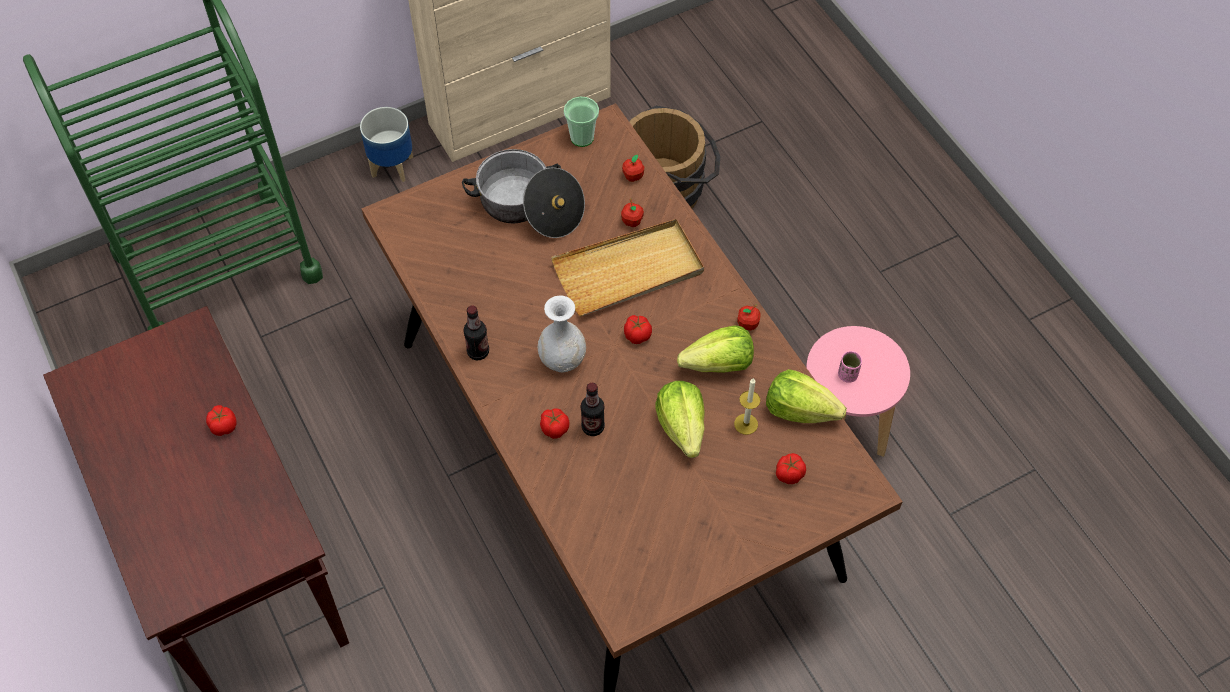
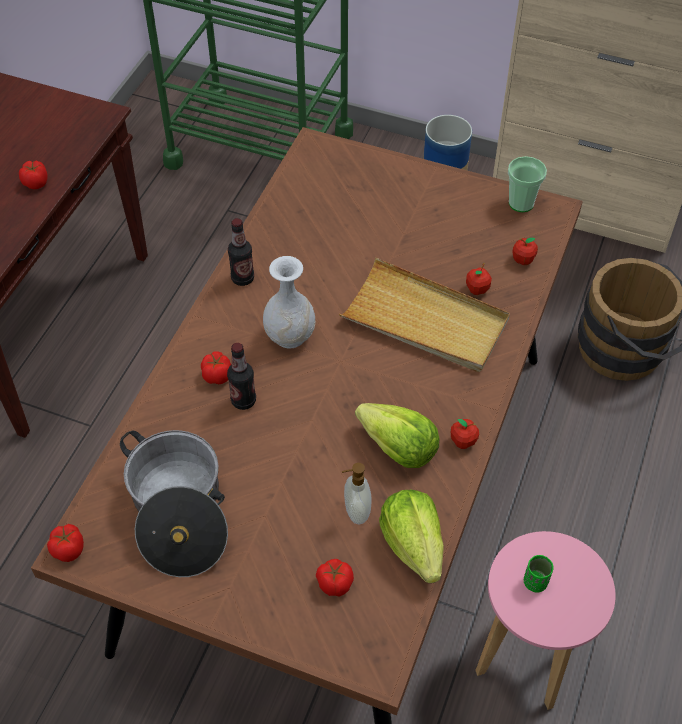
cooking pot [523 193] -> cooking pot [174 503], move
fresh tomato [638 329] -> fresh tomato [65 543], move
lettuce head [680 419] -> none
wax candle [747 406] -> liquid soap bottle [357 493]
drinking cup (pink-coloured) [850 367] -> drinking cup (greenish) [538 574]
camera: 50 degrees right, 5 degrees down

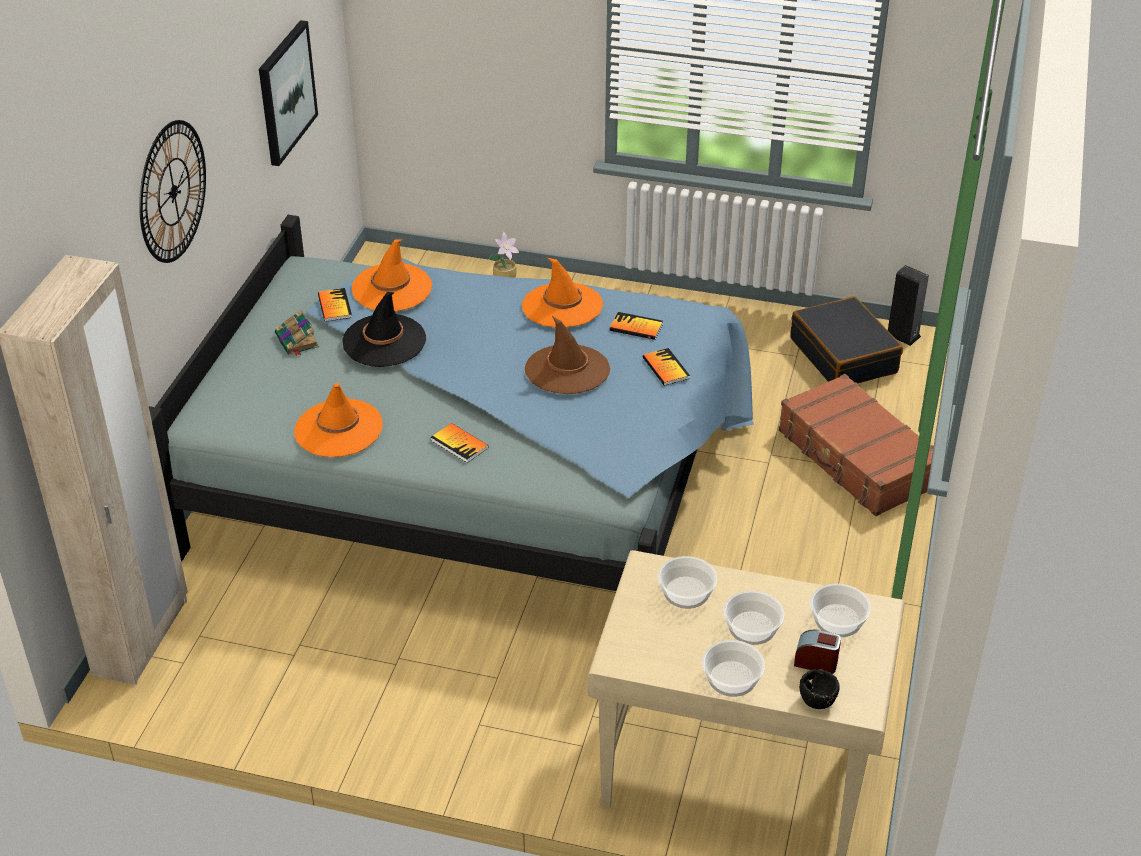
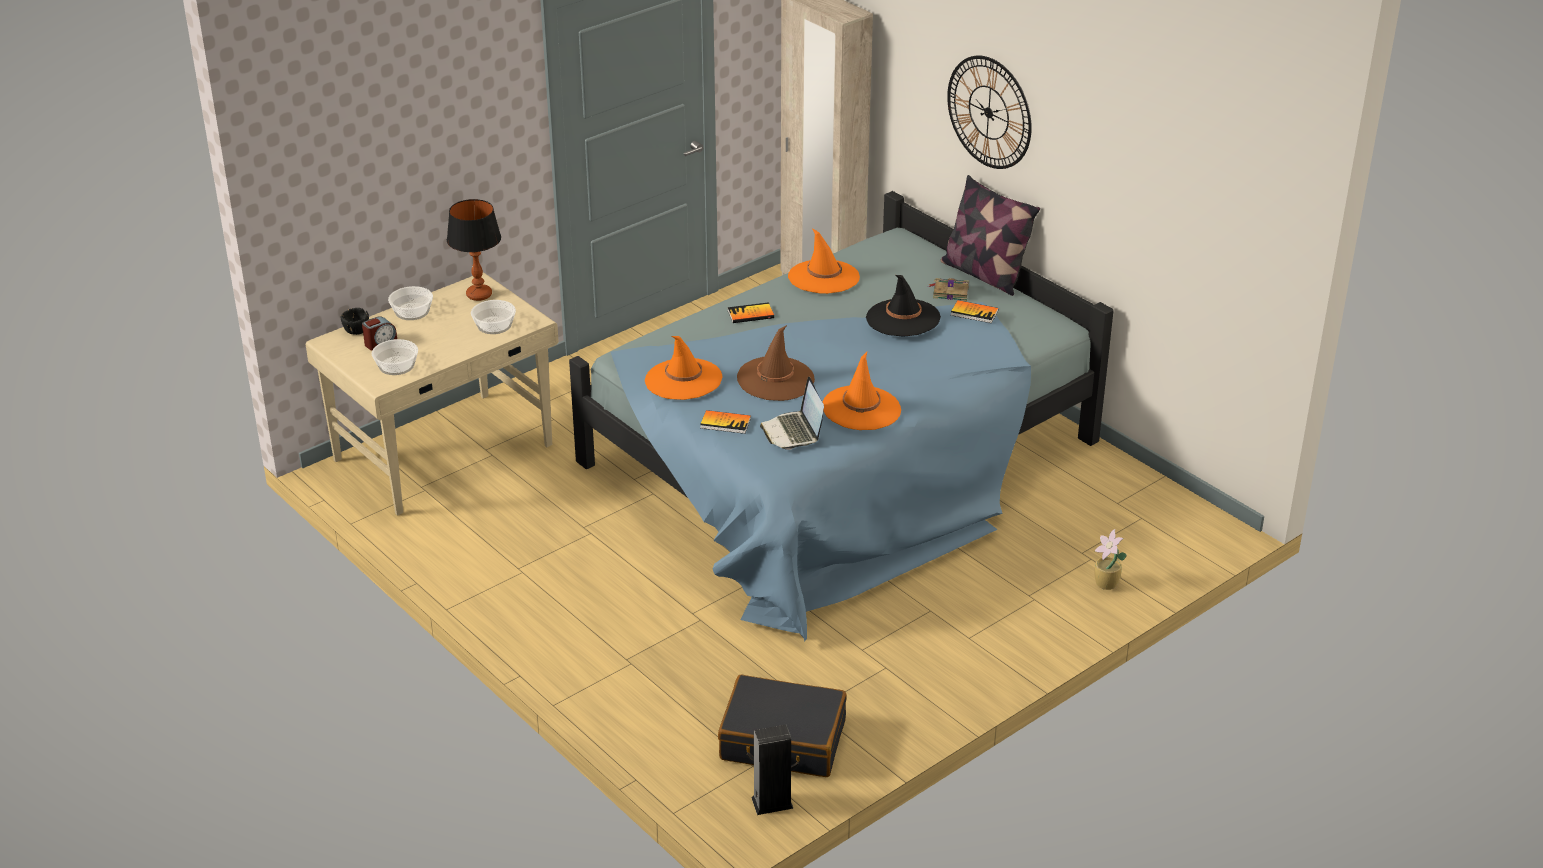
wall picture [288 93] -> none
hat (orange) [392 276] -> hat (orange) [684 368], move
book [636 326] -> notebook computer [792 413]
deep dish [754 618] -> none
suitcase (brown) [856 445] -> none
none -> table lamp [474 250]
none -> throw pillow [990 235]
camera: 125 degrees right, 5 degrees down

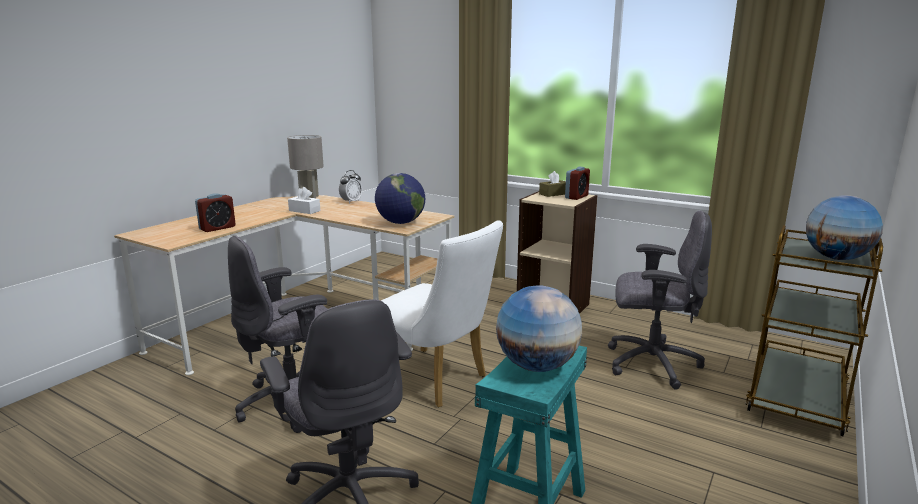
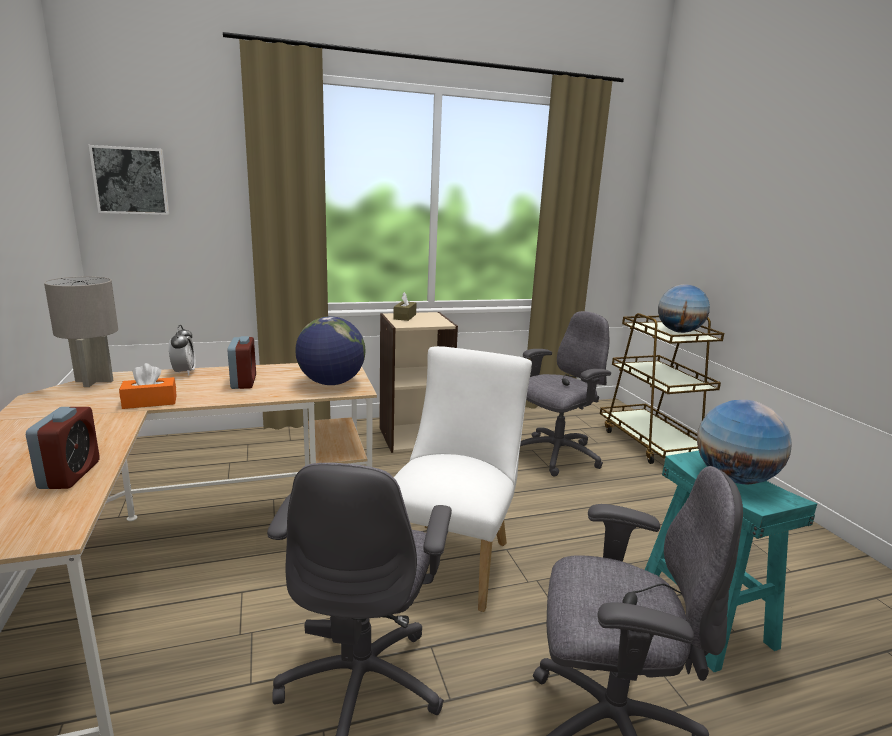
tissue box (white-coloured) [304 200] -> tissue box (orange) [148 386]
chair (white-coloured) [442 314] -> chair (white-coloured) [463 479], 60 degrees counterclockwise
table clock [577 183] -> table clock [242 362], move
none -> wall picture [129 180]
camera: 50 degrees left, 0 degrees up

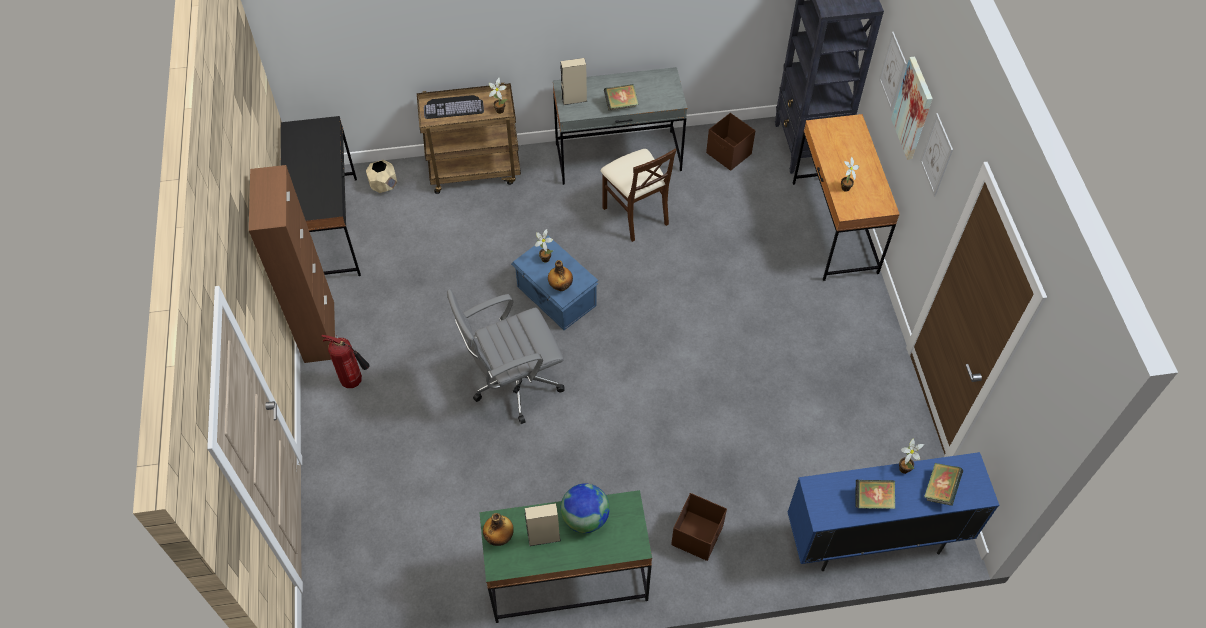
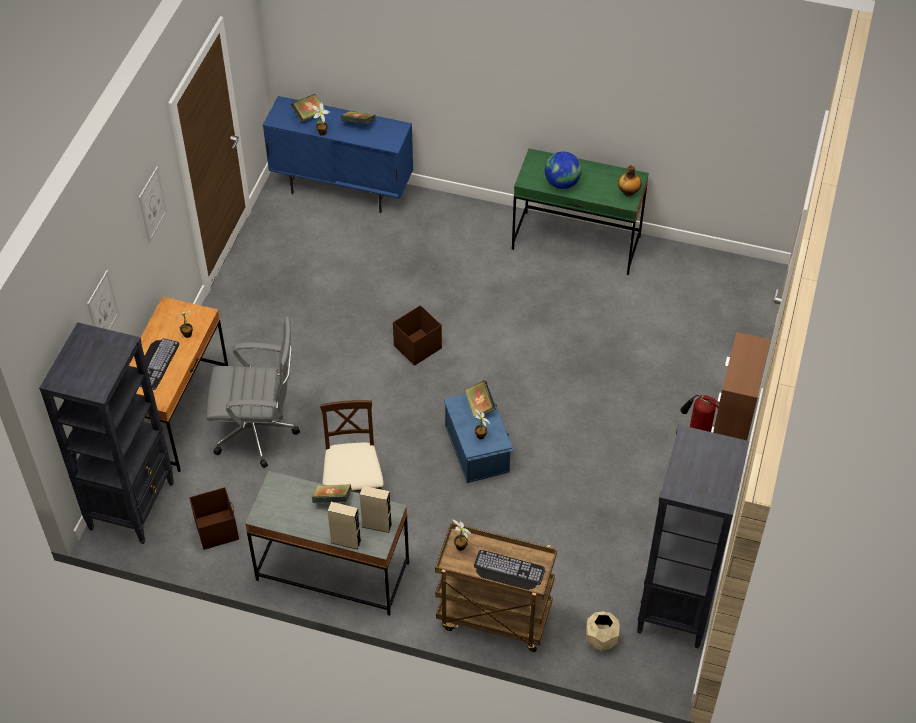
desk unit (black-coloured) [321 196] -> bookshelf (black-coloured) [693 536]
computer chair (grey) [506 356] -> computer chair (grey) [253 392], move
audio speaker (beige) [543 524] -> audio speaker (beige) [344 526], move
drink bottle [560 275] -> book [480 400]
storage bin (brown) [699 527] -> storage bin (brown) [417 335], move
wall picture [912 108] -> none
none -> keyboard [159 364]
camera: 155 degrees left, 5 degrees down

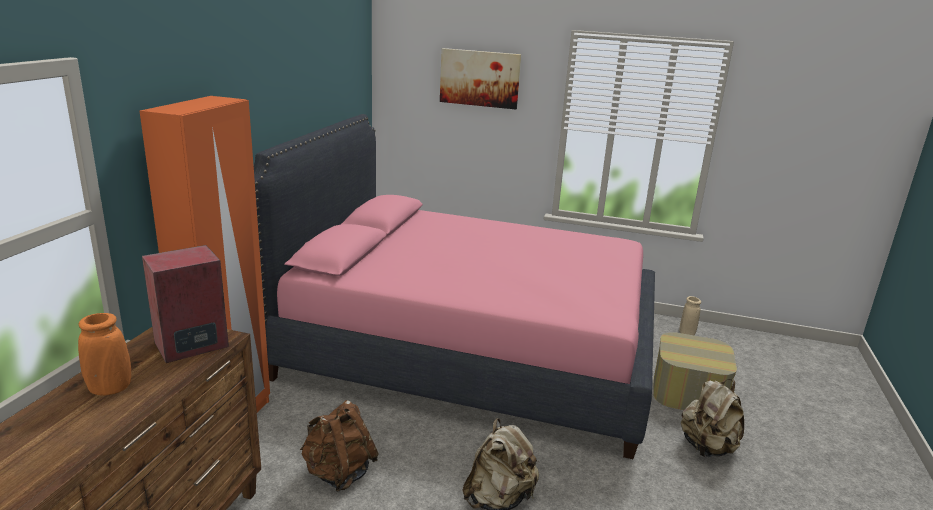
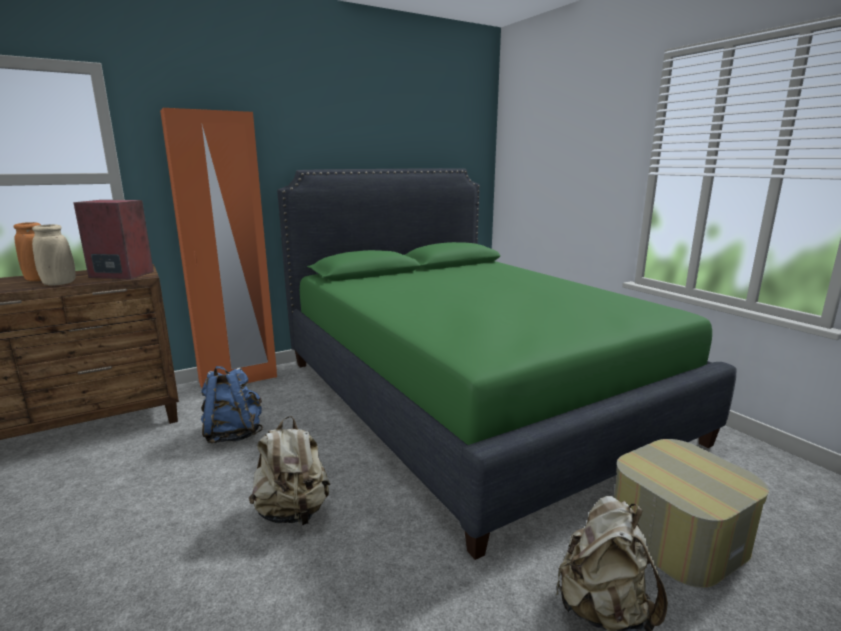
bed (pink-coloured) [454 286] -> bed (greenish) [507 364]
rucksack (brown) [339 446] -> rucksack (blue-coloured) [232 404]
wall picture [480 78] -> none
decorative vase (beige) [690 315] -> decorative vase (beige) [54 255], move
camera: 45 degrees right, 5 degrees down

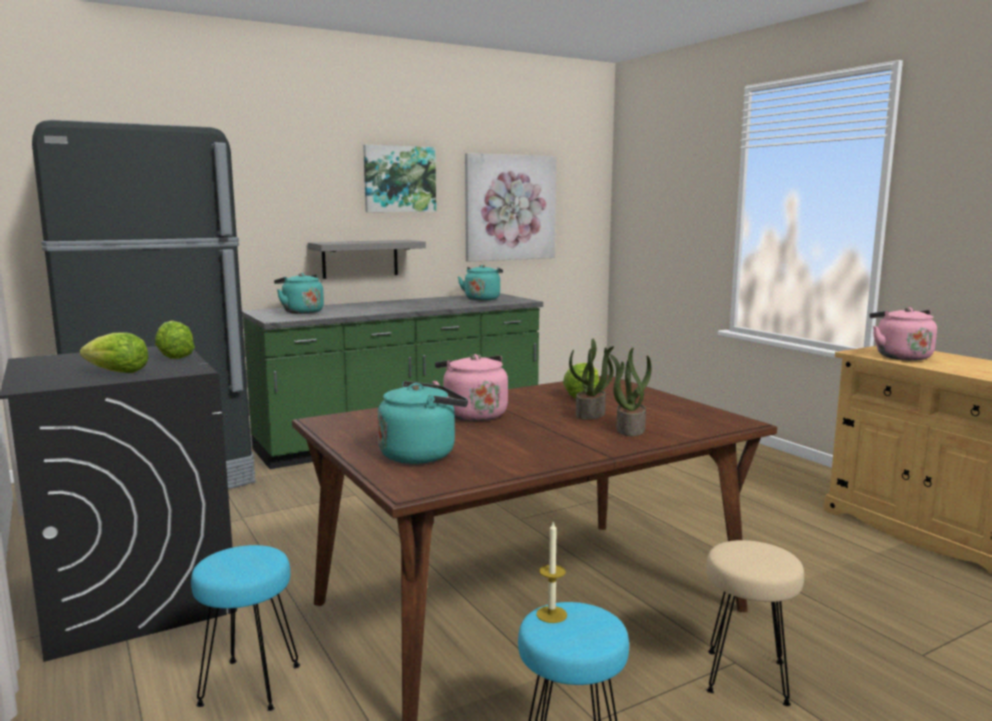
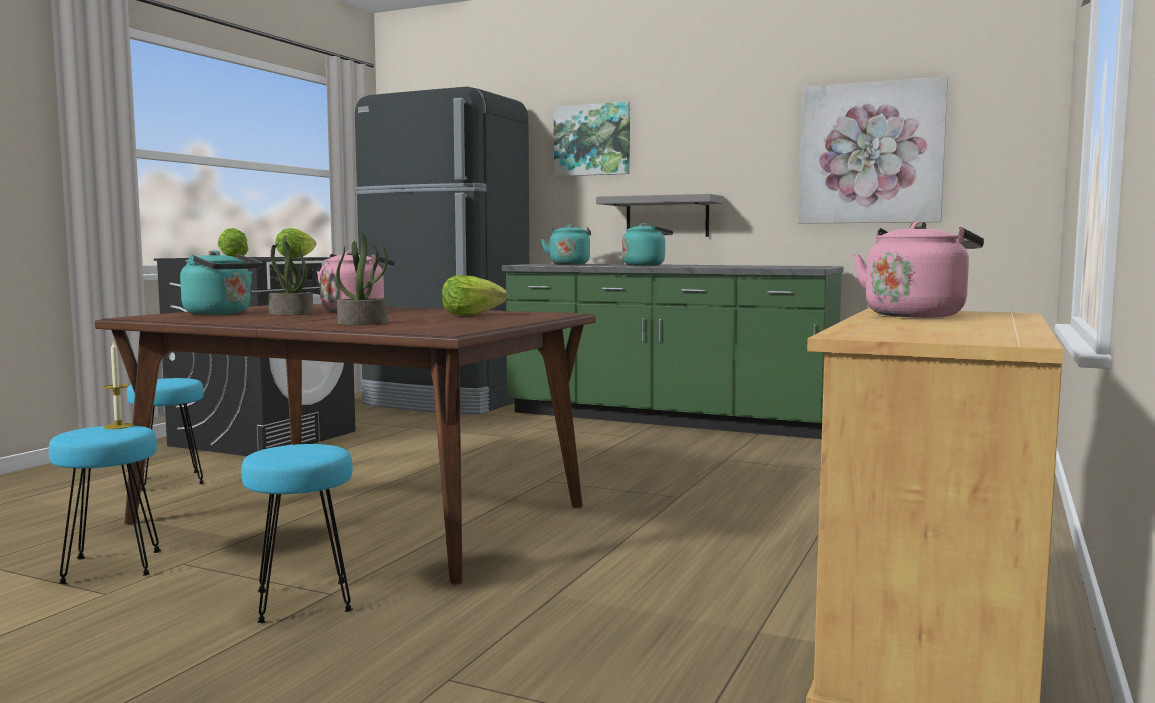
wall picture [399 178] -> wall picture [592 139], move
water kettle (blue-green) [480 283] -> water kettle (blue-green) [647 244], move
plant in a pot [591 379] -> plant in a pot [290 275], move
stool (beige) [755 623] -> stool (blue-green) [297 533]
camera: 55 degrees right, 5 degrees down

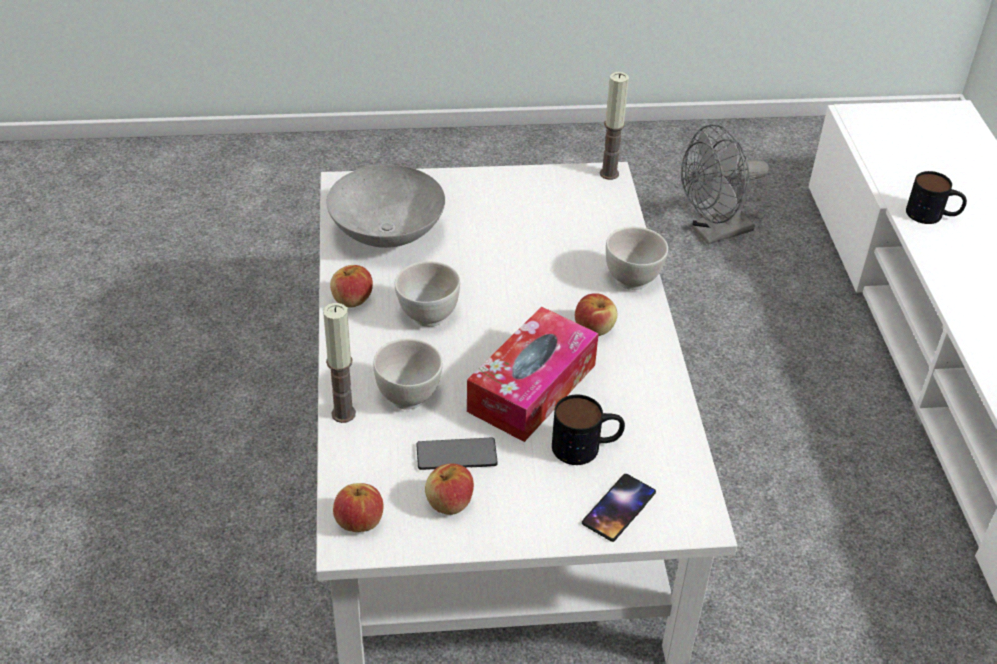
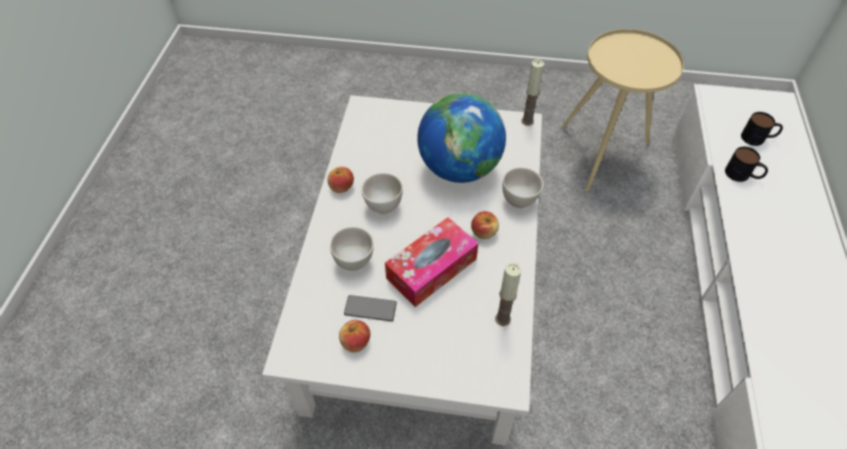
wax candle [339 363] -> wax candle [508 294], move
deep dish (grey) [385 206] -> none
whole apple [358 507] -> none
tea mug [588 430] -> tea mug [762 129], move
handset [619 508] -> none
fan (grey) [725 184] -> side table (beige) [622 110]
none -> world globe [461 138]
camera: 15 degrees right, 10 degrees up

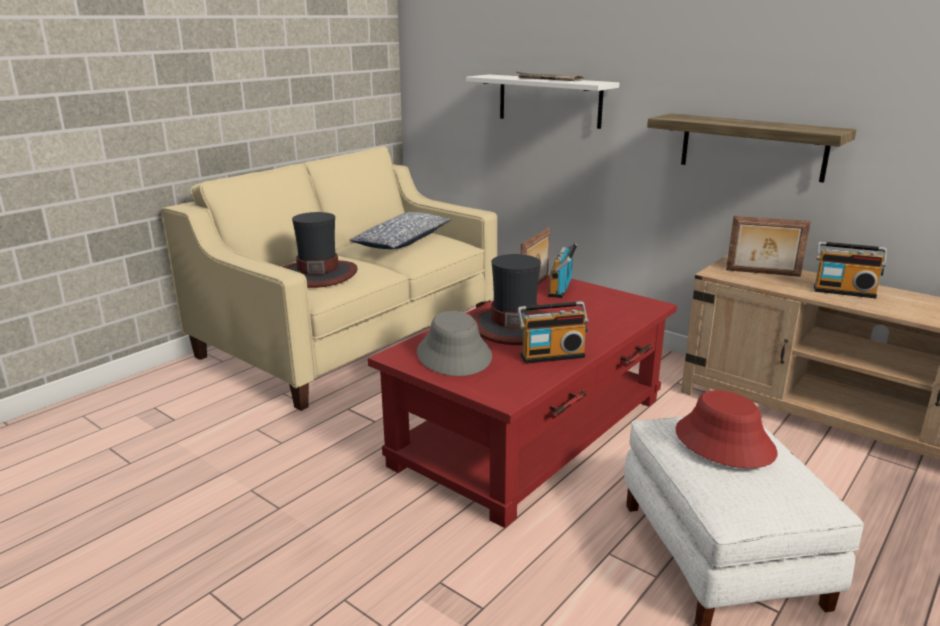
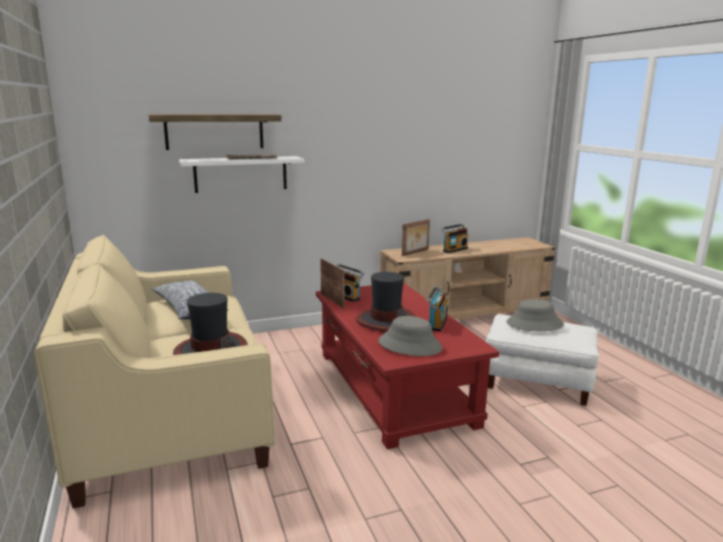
wall shelf [751 148] -> wall shelf [215 132], move
hat (reddish) [727 429] -> hat (grey) [535 315]
camera: 60 degrees left, 5 degrees down

